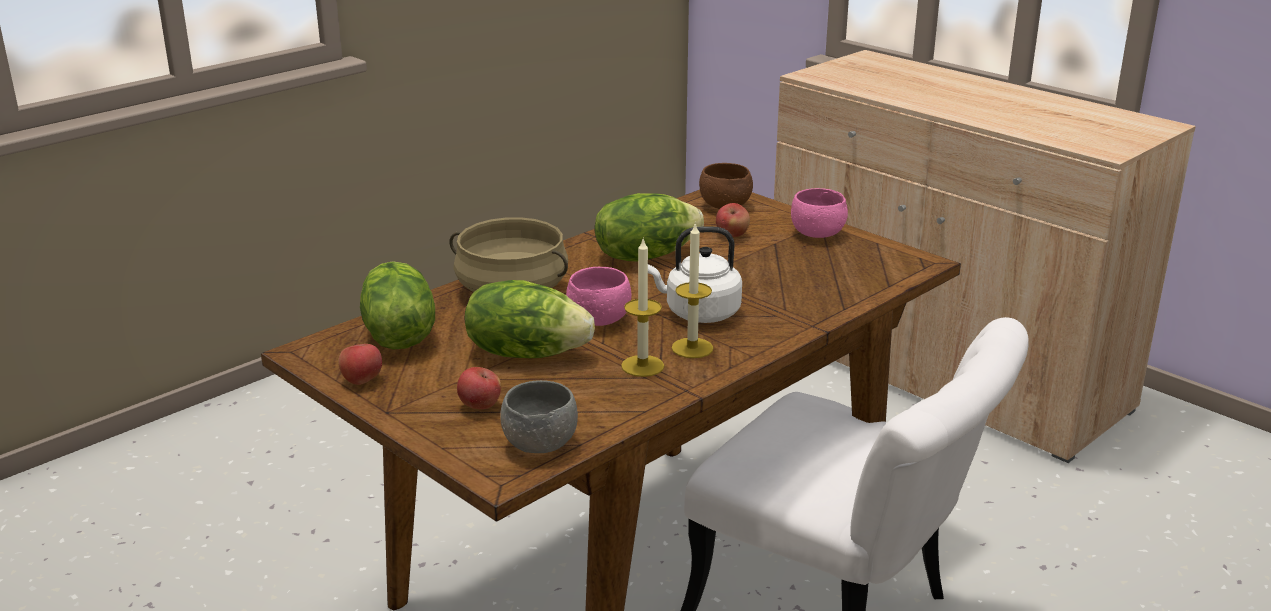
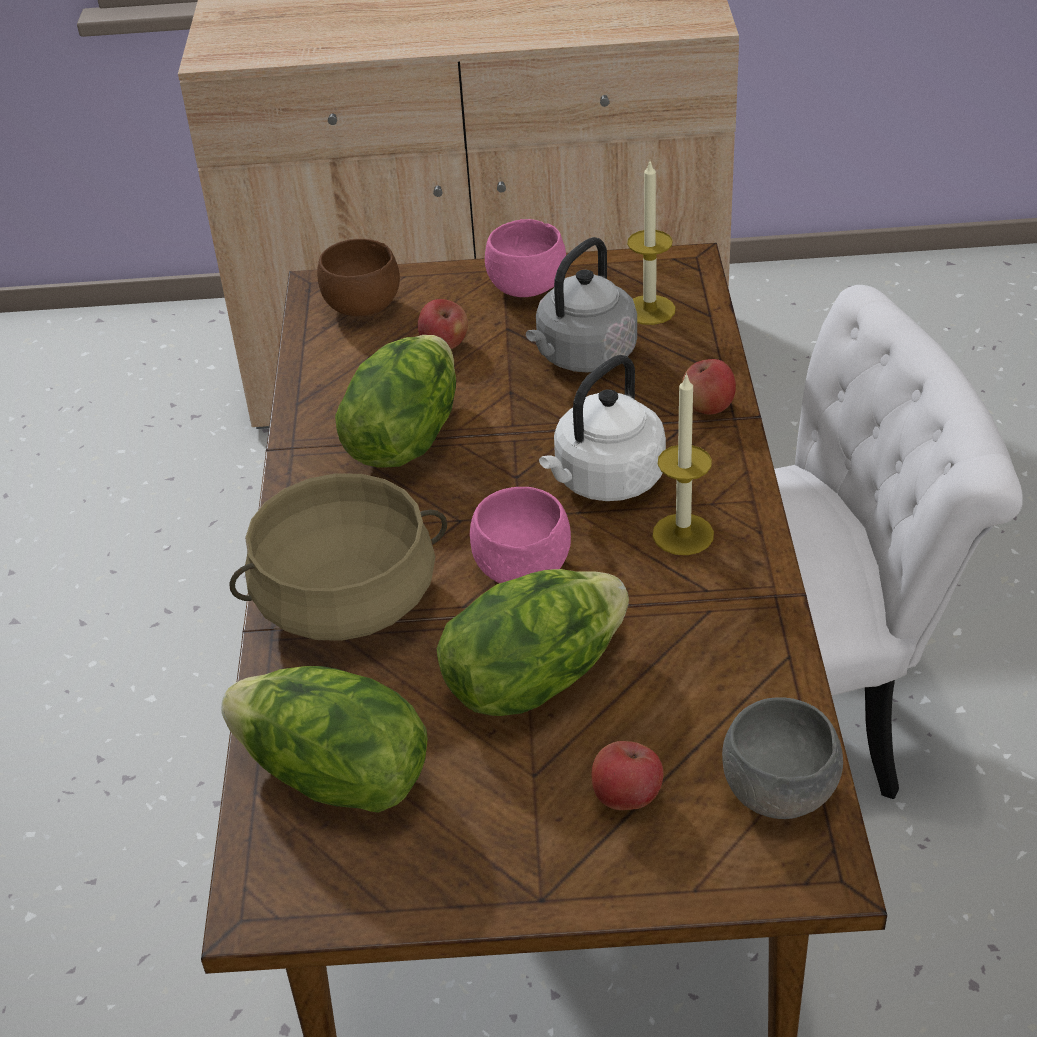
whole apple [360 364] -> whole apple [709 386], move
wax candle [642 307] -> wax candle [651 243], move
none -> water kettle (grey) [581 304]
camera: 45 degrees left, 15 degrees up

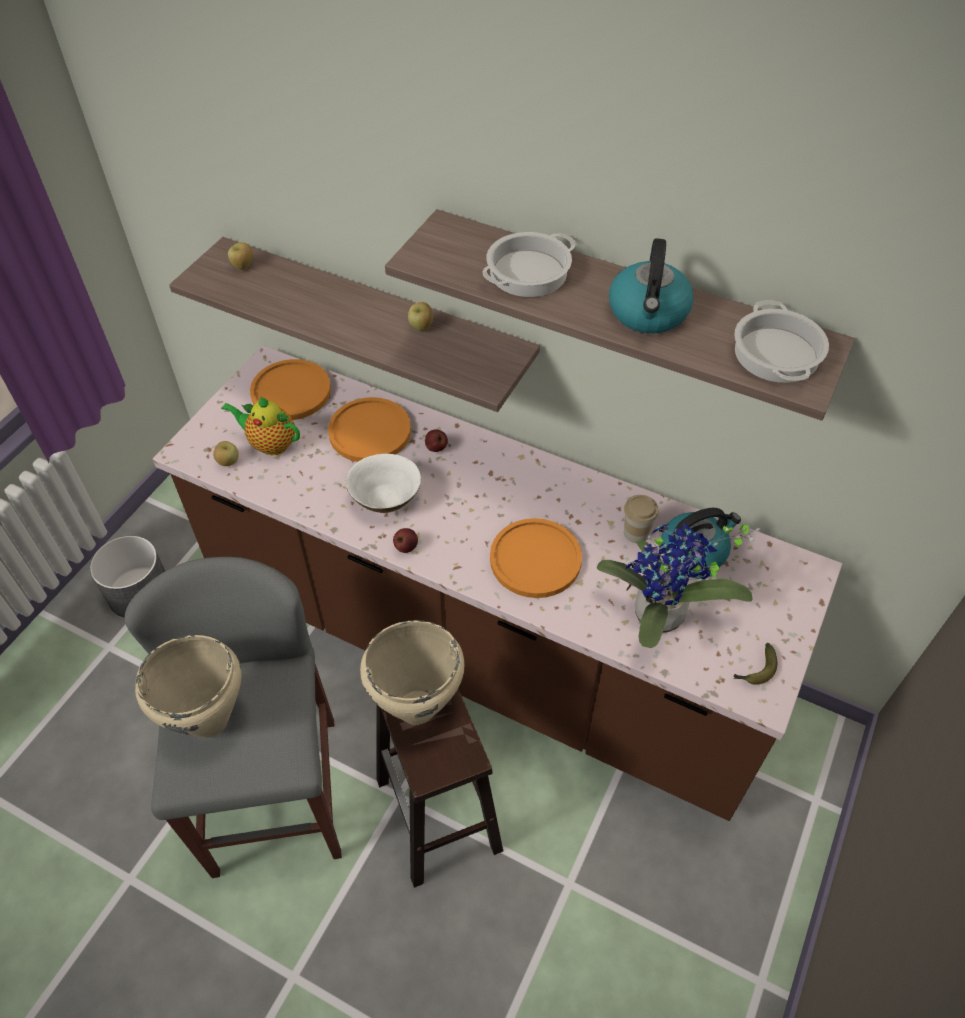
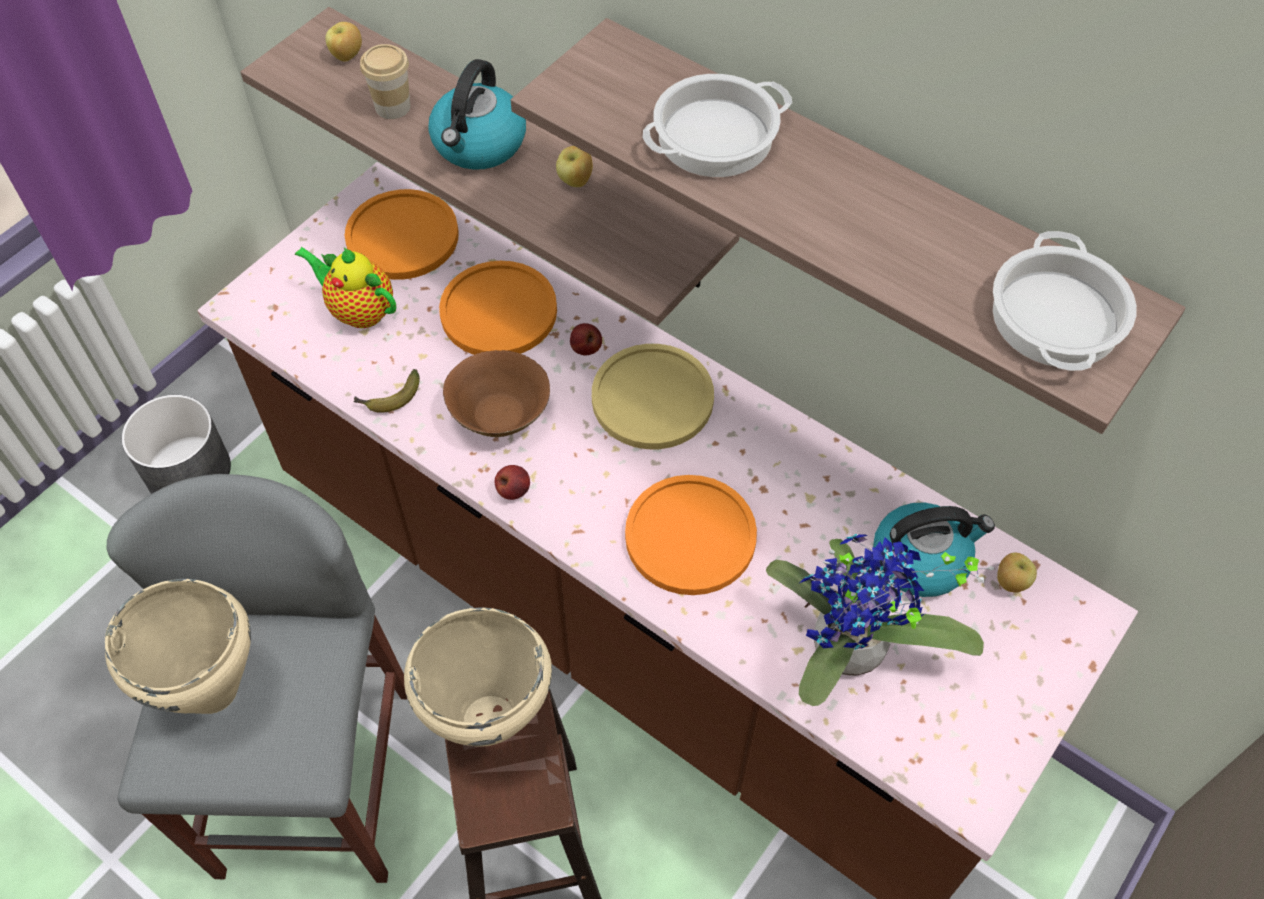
whole apple [226 453] -> whole apple [1017 573], move
deep dish (white-coloured) [383 483] -> deep dish (brown) [496 393]
water kettle [651 285] -> water kettle [477 114], move
drinking cup [641 519] -> drinking cup [385 81], move
banana [755 664] -> banana [386 390], move
none -> dinner plate (yellow) [653 396]
camera: 10 degrees right, 5 degrees up

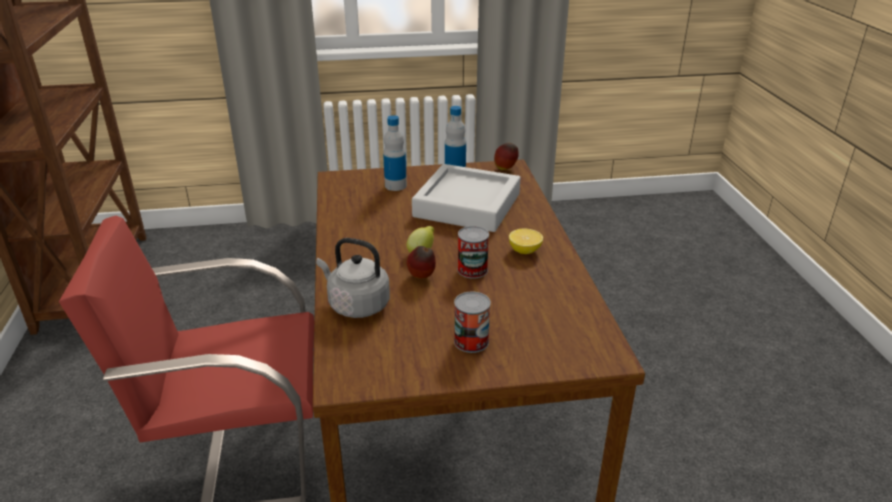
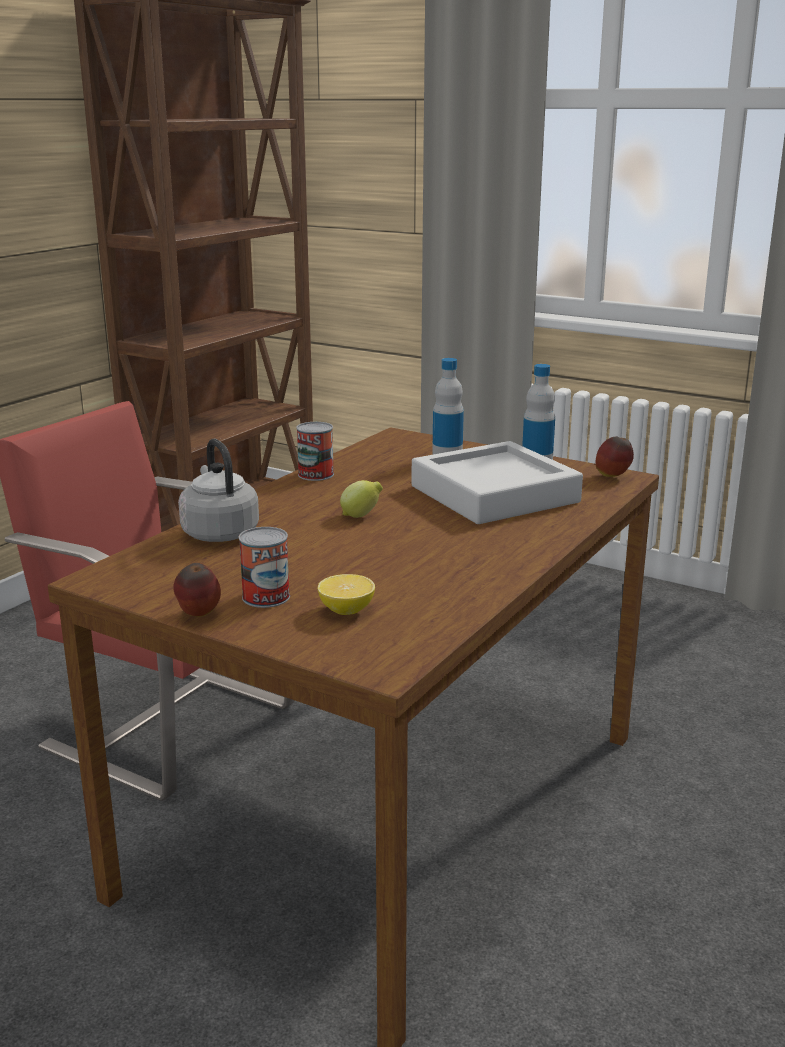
whole apple [421 262] -> whole apple [197 590], move
can [473 252] -> can [315 451], move
whole lemon [526 241] -> whole lemon [346 594], move
camera: 40 degrees right, 10 degrees down

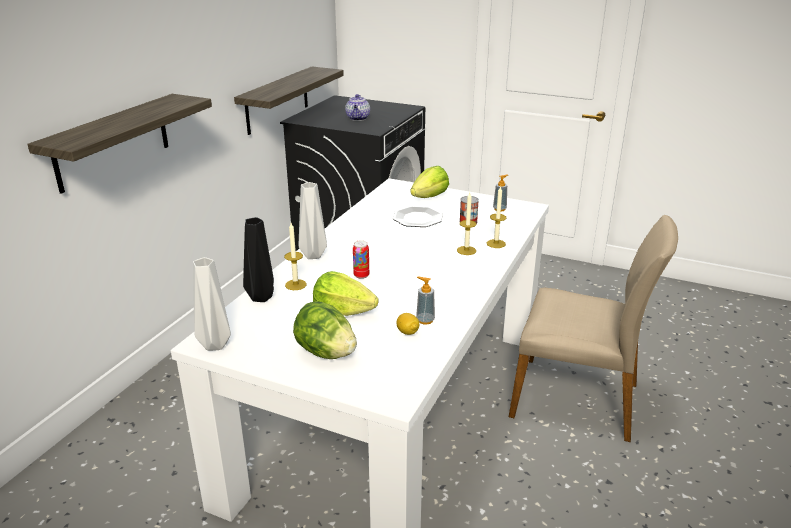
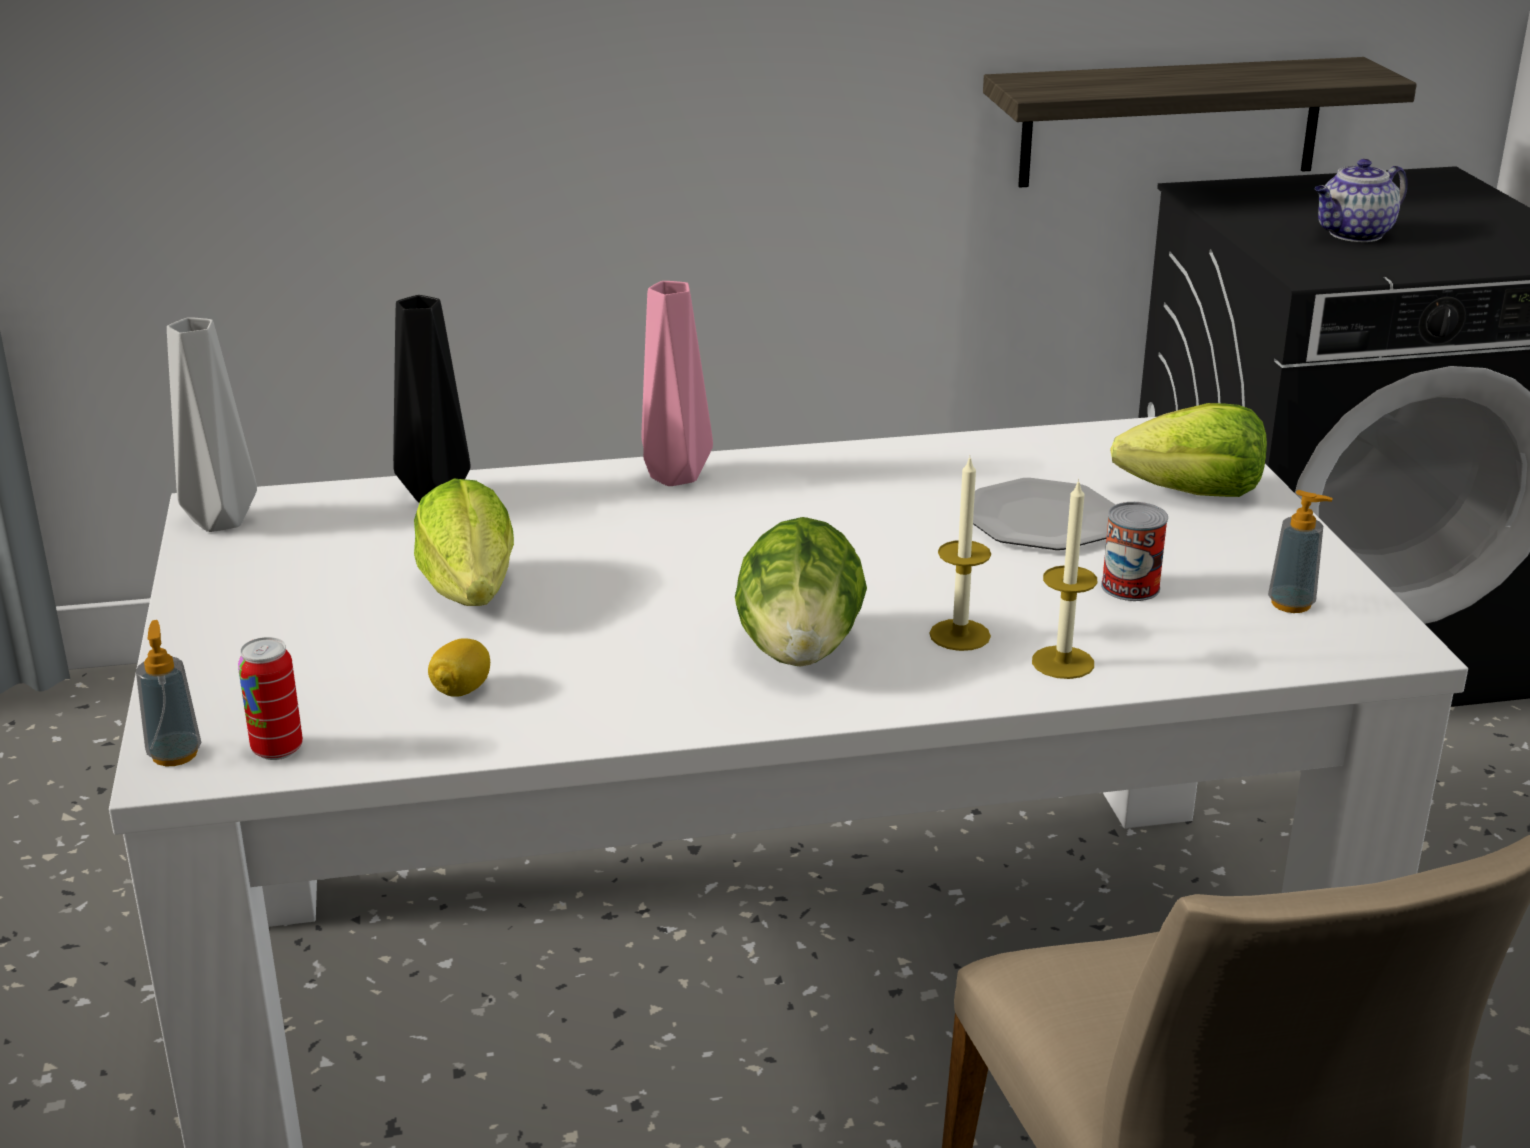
wall shelf [119 144] -> none
wax candle [295 256] -> none
lettuce head [325 330] -> lettuce head [801 591], move
decorative vase (grey) [313 220] -> decorative vase (pink-coloured) [677 383]
can [361 259] -> can [270 698], move
liquid soap bottle [425 301] -> liquid soap bottle [168 693], move
camera: 55 degrees right, 0 degrees up

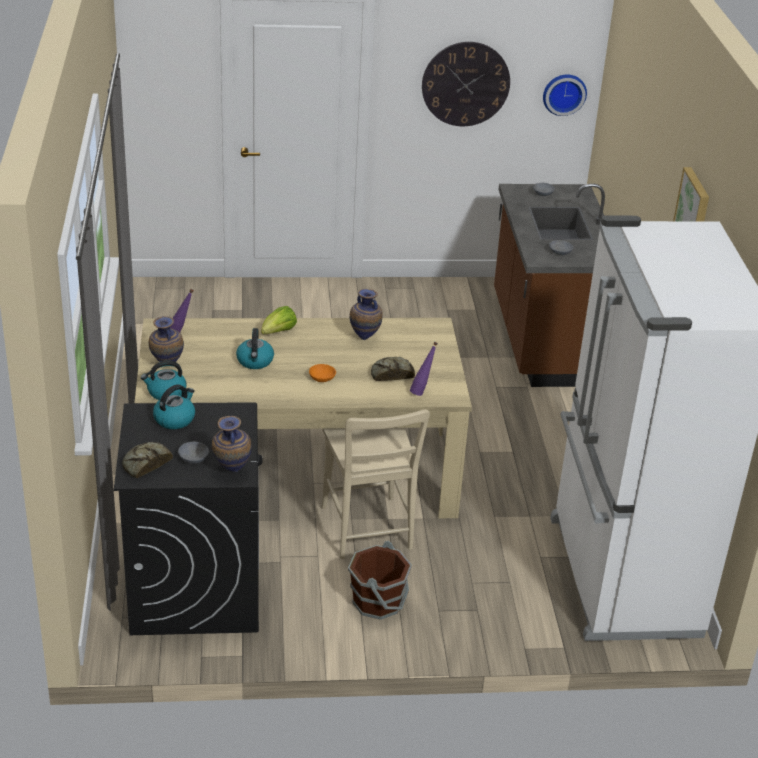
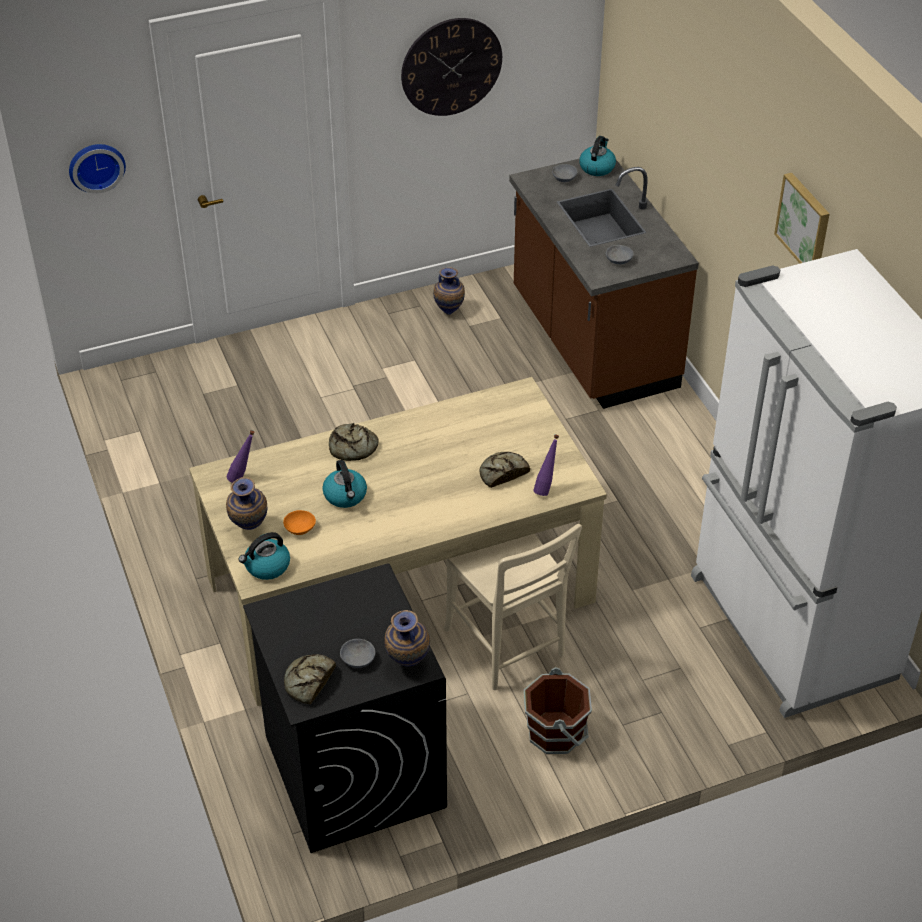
water kettle [174 406] -> water kettle [597 156], move
lettuce head [279 320] -> baked bread [354 442]
deep dish (orange) [322 373] -> deep dish (orange) [299 522], move
decorative vase [366 314] -> decorative vase [449 291], move
wall clock [565 95] -> wall clock [97 169], move
camera: 15 degrees left, 10 degrees up

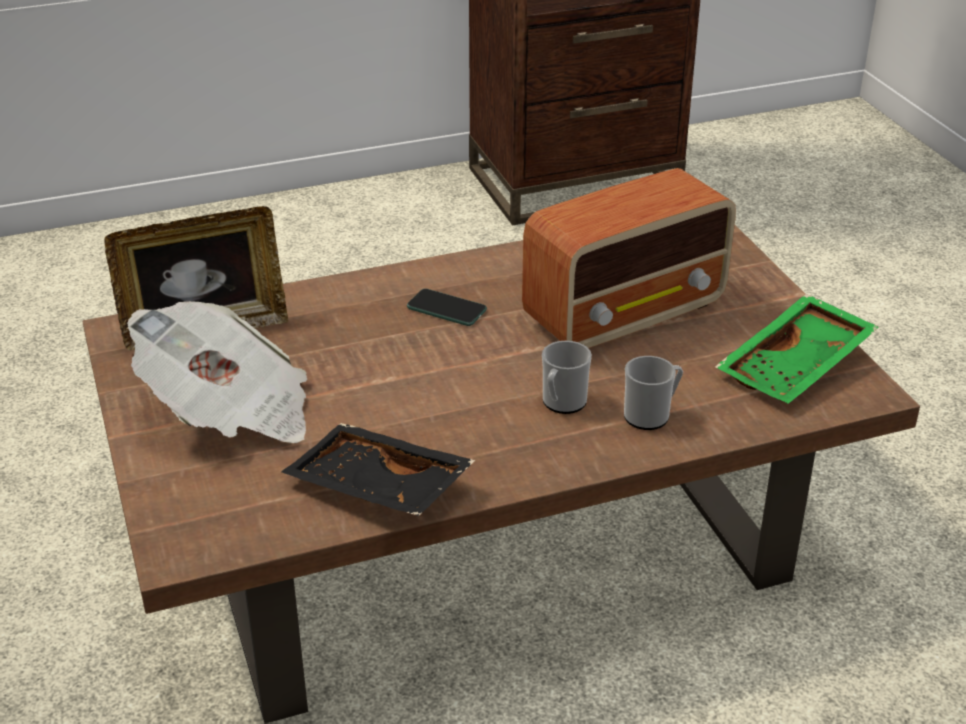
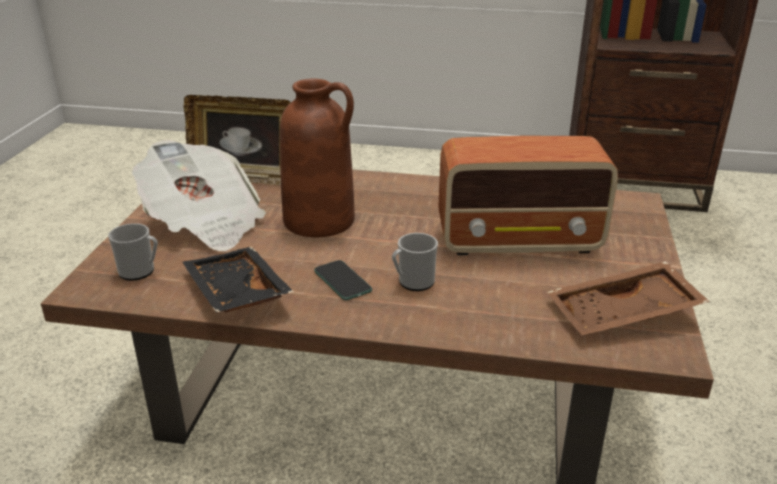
handset [447 307] -> handset [343 280], move
tea mug [653 393] -> tea mug [133 251], move
tray (greenish) [797 349] -> tray (brown) [628 298]
none -> decorative vase (brown) [317 158]
camera: 30 degrees right, 5 degrees down

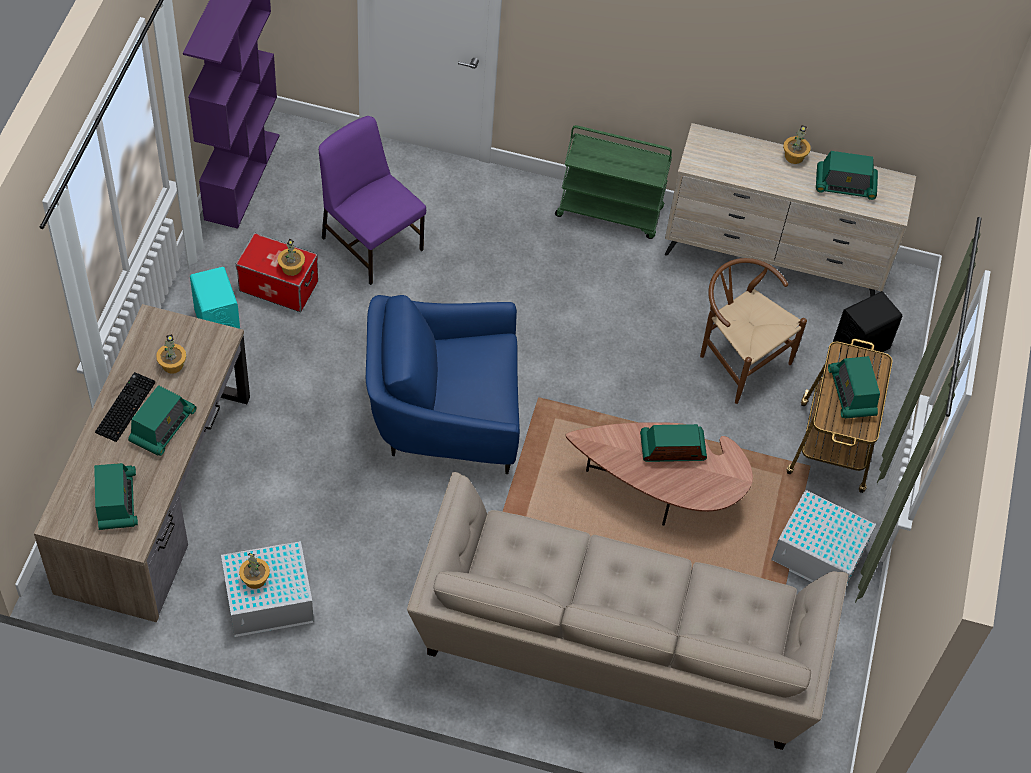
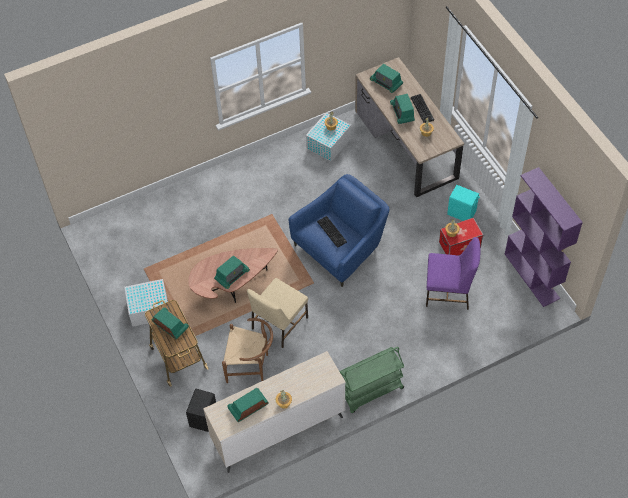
settee (beige) [627 611] -> none
none -> chair (beige) [277 313]
none -> keyboard [332 232]
camera: 145 degrees right, 0 degrees up

